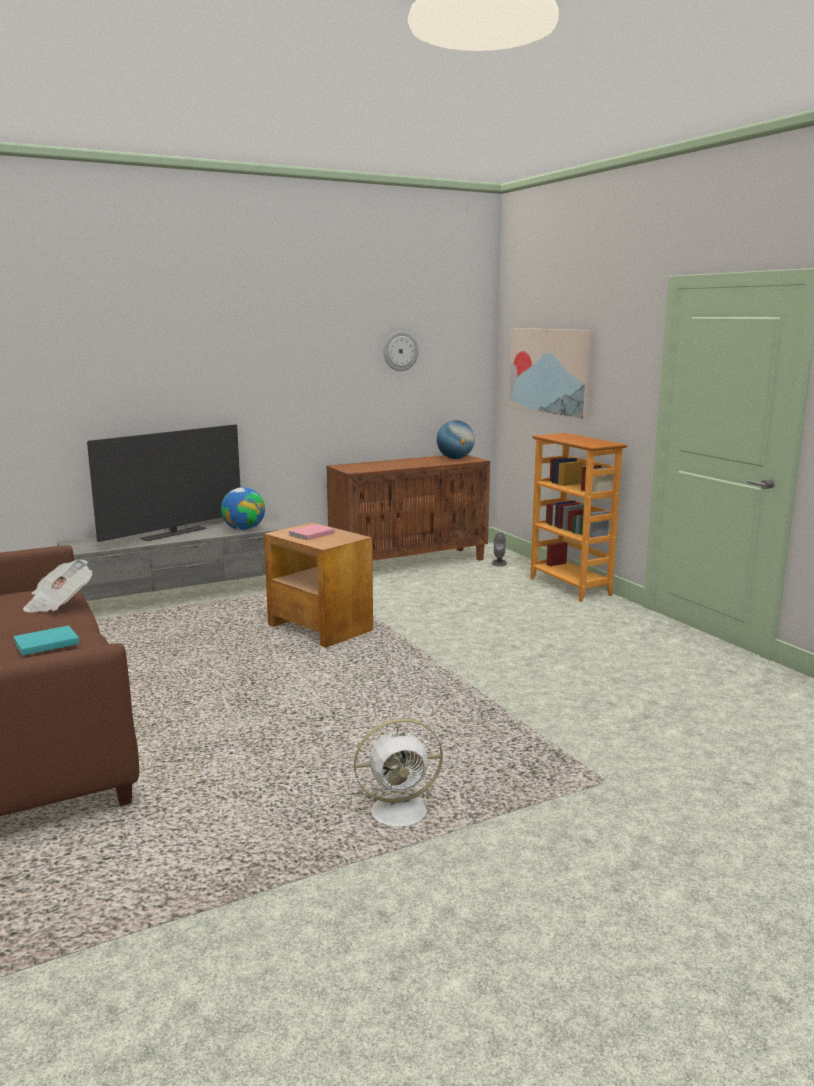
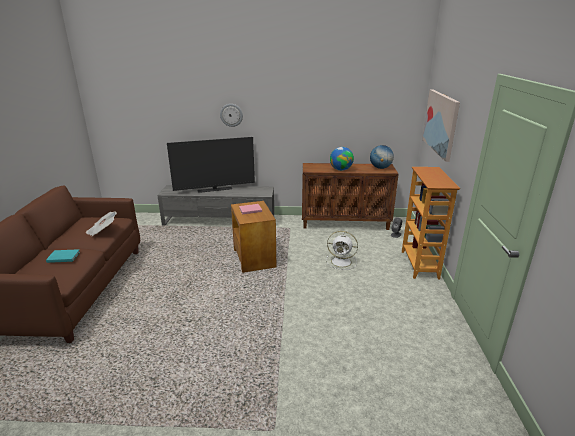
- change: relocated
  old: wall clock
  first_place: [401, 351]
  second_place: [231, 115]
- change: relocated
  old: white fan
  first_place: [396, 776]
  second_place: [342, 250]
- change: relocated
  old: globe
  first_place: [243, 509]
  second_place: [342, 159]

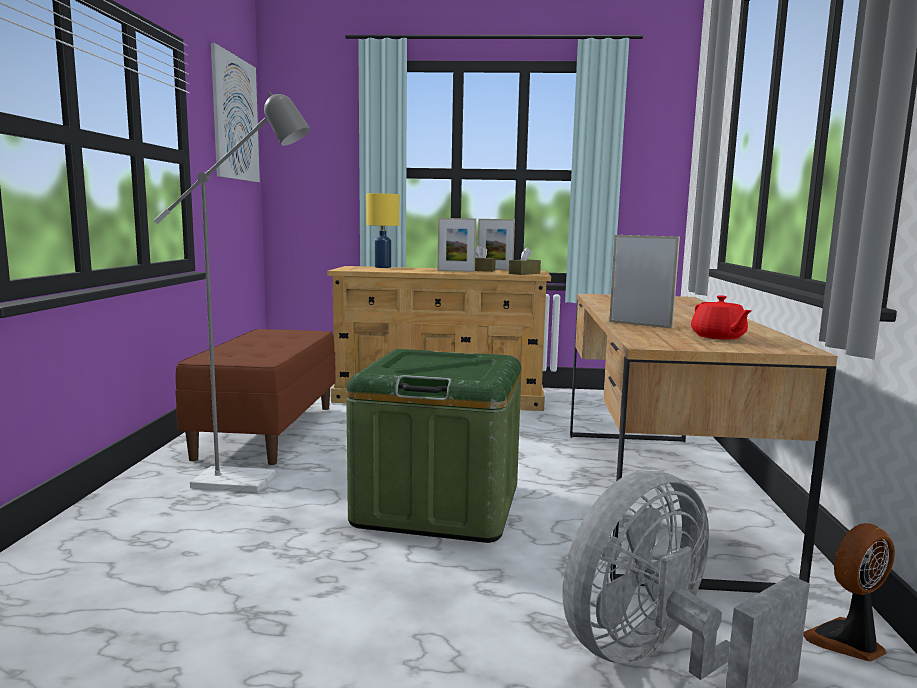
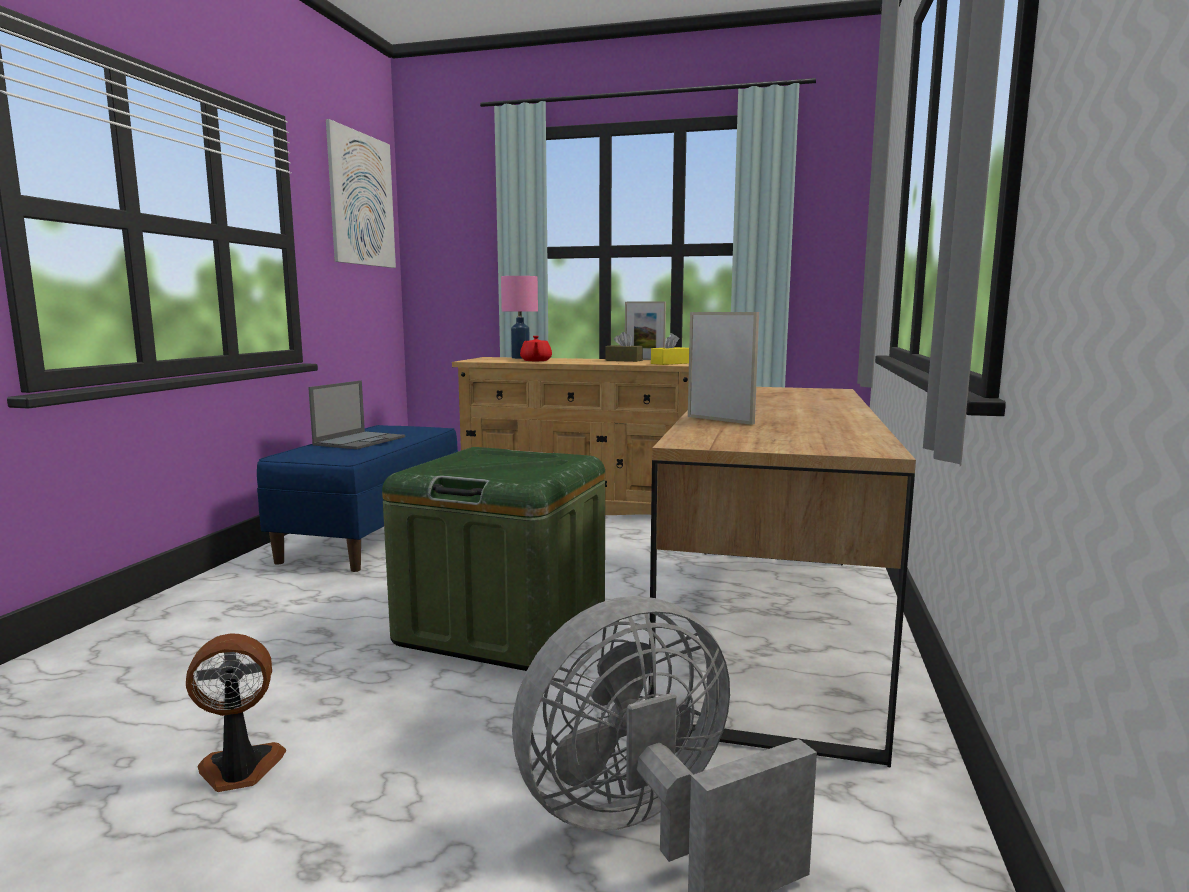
- change: relocated
  old: fan
  first_place: [849, 592]
  second_place: [236, 712]
- change: colour
  old: brown bench
  new: blue bench
  first_place: [255, 397]
  second_place: [357, 498]
- change: appeared
  new: laptop
  second_place: [356, 414]
- change: colour
  old: yellow table lamp
  new: pink table lamp
  first_place: [382, 230]
  second_place: [519, 317]
- change: relocated
  old: red teapot
  first_place: [721, 317]
  second_place: [536, 348]
- change: colour
  old: brown tissue box
  new: yellow tissue box
  first_place: [525, 261]
  second_place: [670, 349]
- change: missing
  old: grey floor lamp
  first_place: [232, 291]
- change: missing
  old: picture frame
  first_place: [456, 245]

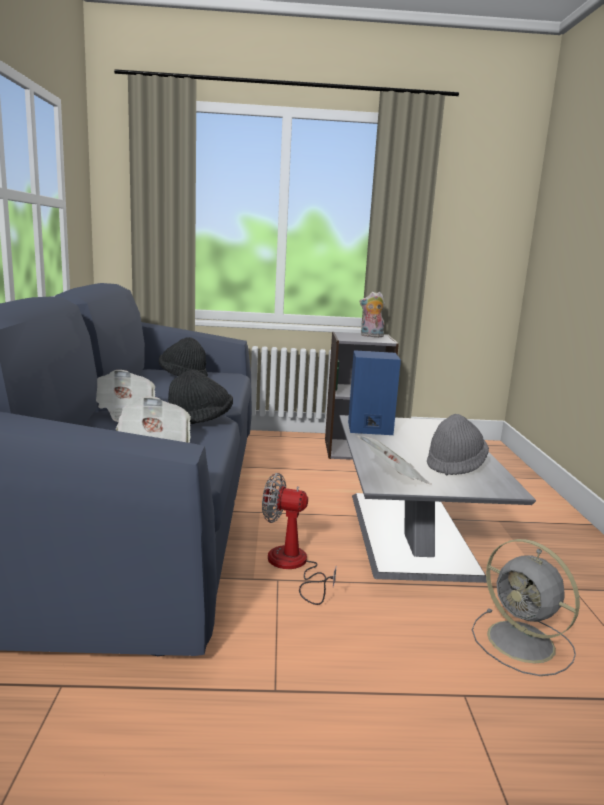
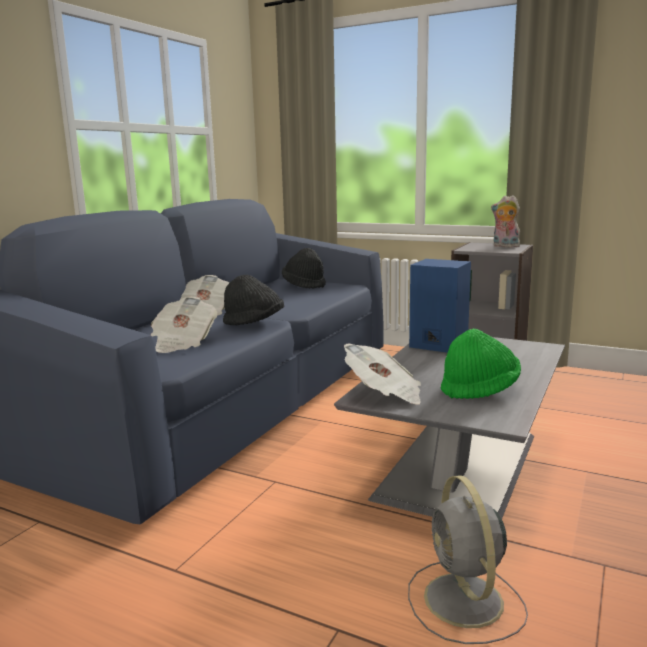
- change: colour
  old: grey hat
  new: green hat
  first_place: [458, 444]
  second_place: [481, 364]
- change: missing
  old: fan
  first_place: [299, 539]

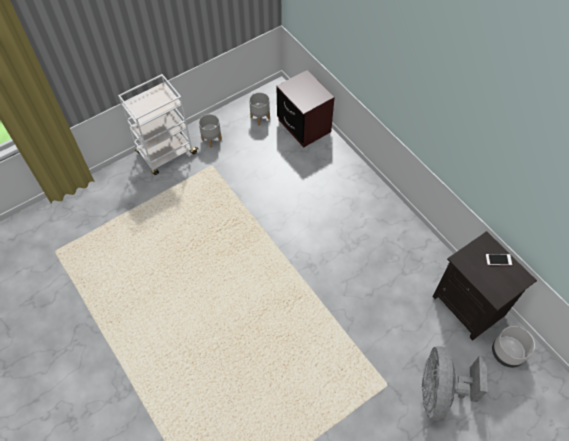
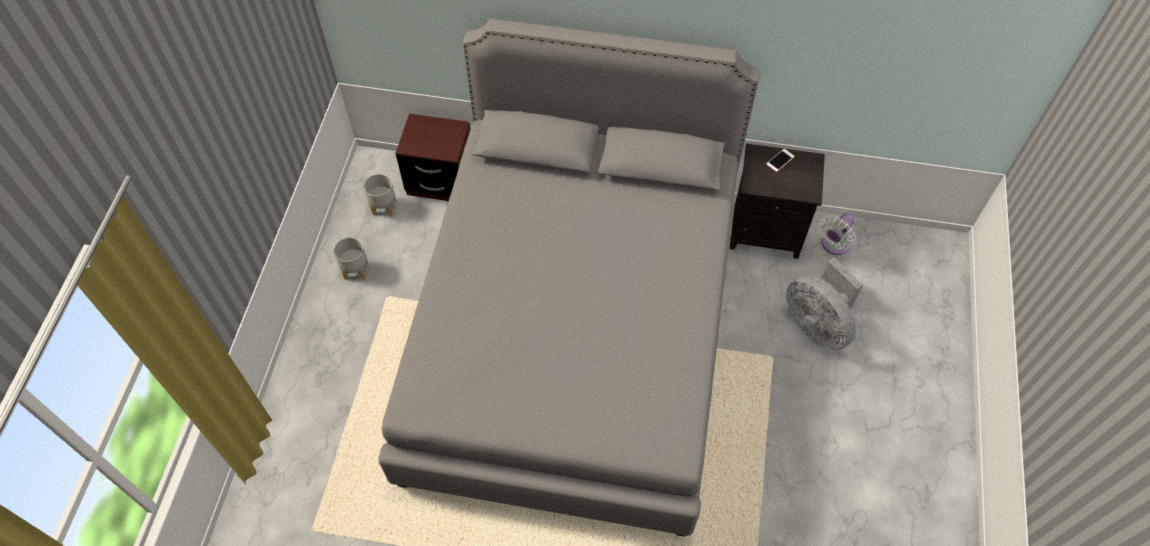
- change: appeared
  new: grey bed
  second_place: [569, 277]
- change: exchanged
  old: grey planter
  new: white fan
  first_place: [513, 347]
  second_place: [837, 234]
- change: missing
  old: white cart
  first_place: [158, 124]

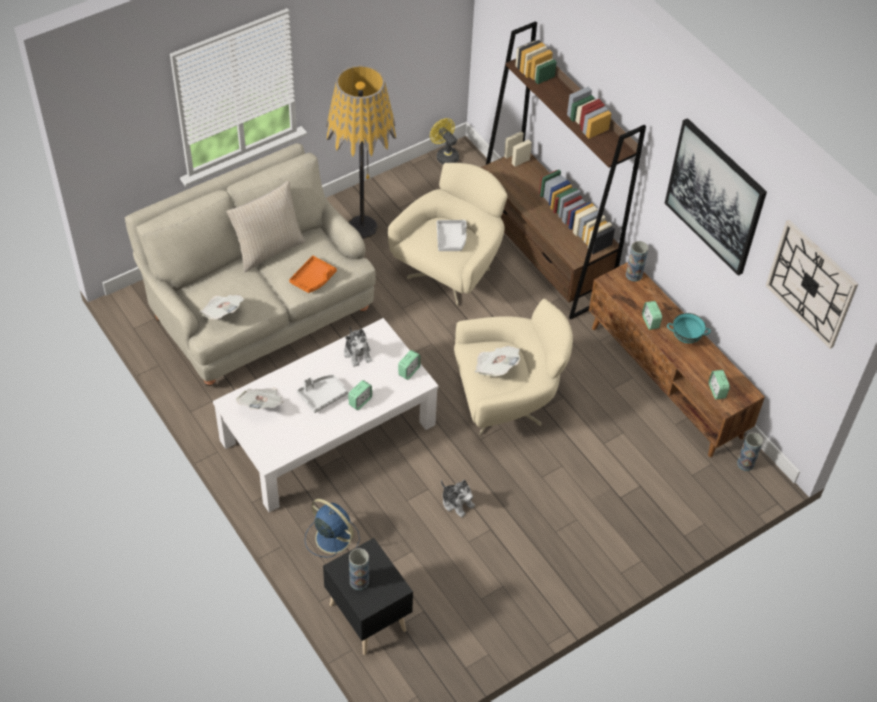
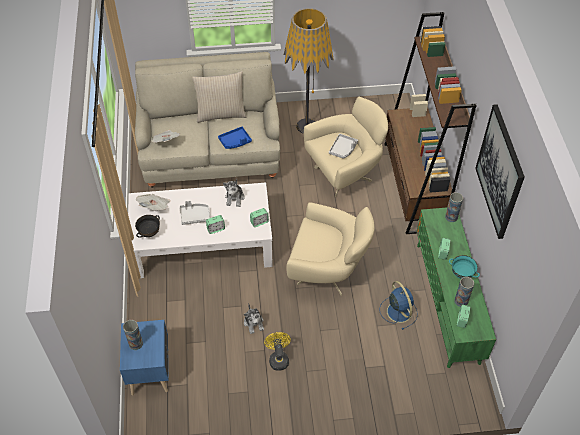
- change: colour
  old: black nightstand
  new: blue nightstand
  first_place: [368, 596]
  second_place: [144, 357]
- change: appeared
  new: black bowl
  second_place: [147, 226]
- change: colour
  old: orange tray
  new: blue tray
  first_place: [313, 274]
  second_place: [235, 138]
- change: relocated
  old: yellow fan
  first_place: [444, 141]
  second_place: [277, 351]
- change: relocated
  old: blue fan
  first_place: [332, 528]
  second_place: [398, 305]
- change: colour
  old: brown tv stand
  new: green tv stand
  first_place: [677, 359]
  second_place: [456, 288]
- change: relocated
  old: vase
  first_place: [750, 451]
  second_place: [464, 292]
- change: missing
  old: newspaper
  first_place: [497, 361]
- change: missing
  old: wall clock
  first_place: [812, 284]

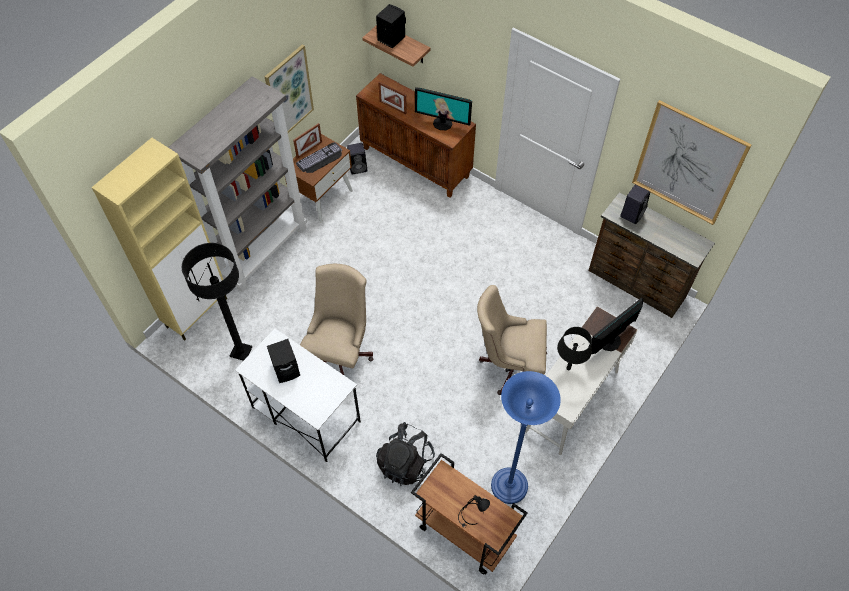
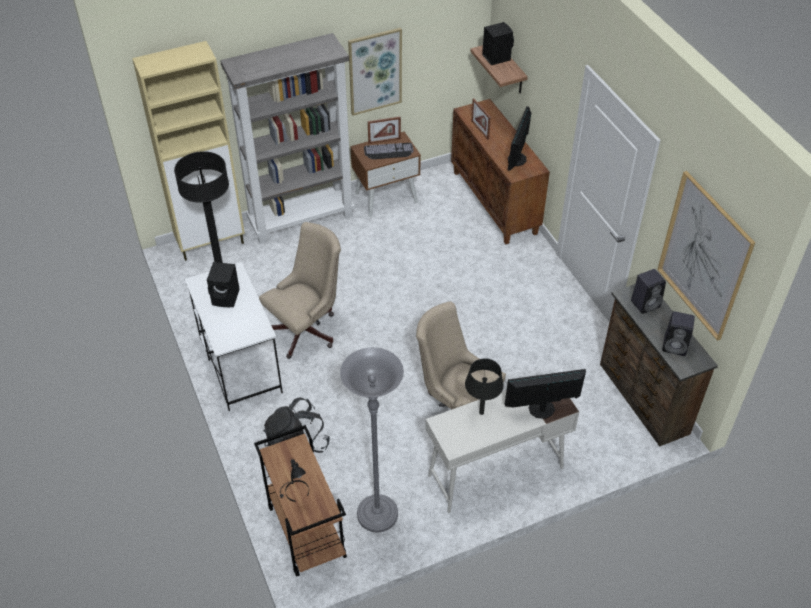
- change: colour
  old: blue floor lamp
  new: grey floor lamp
  first_place: [526, 437]
  second_place: [372, 439]
- change: spun
  old: monitor
  first_place: [443, 108]
  second_place: [519, 138]
  degrees: 60
- change: relocated
  old: black speaker
  first_place: [357, 158]
  second_place: [678, 333]

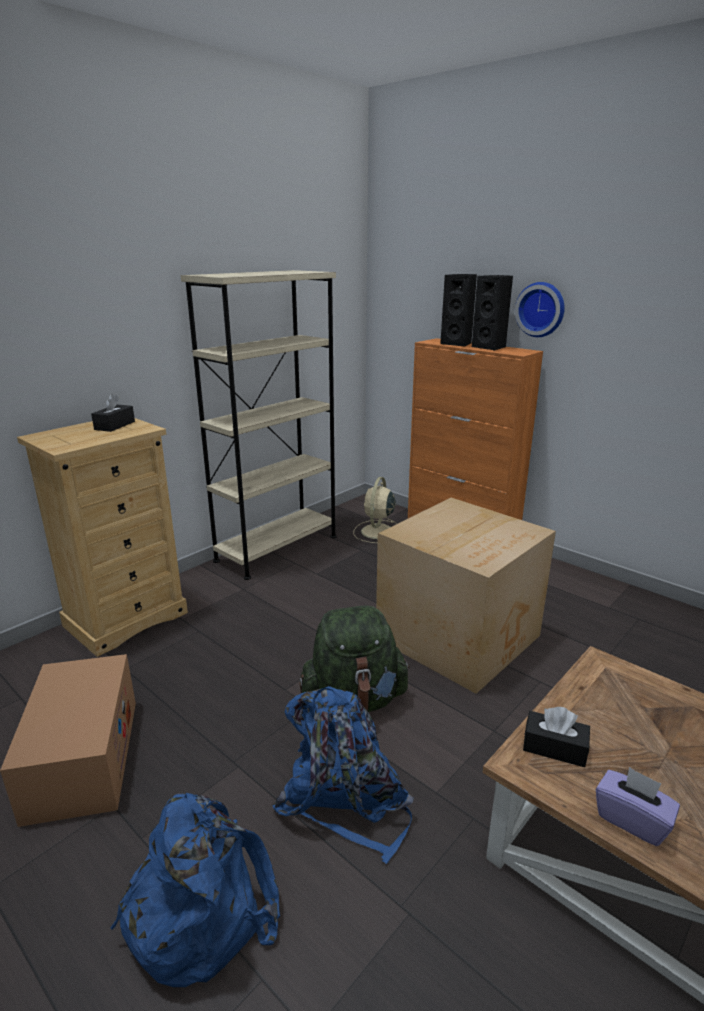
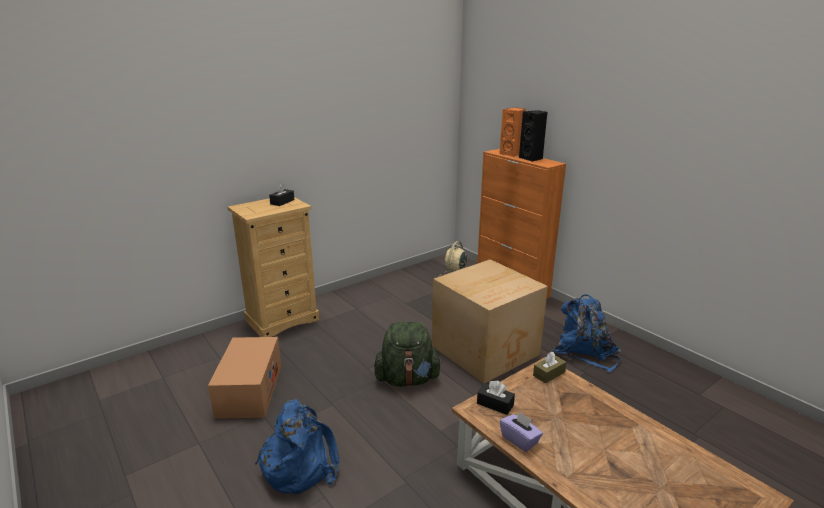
- change: colour
  old: black speaker
  new: orange speaker
  first_place: [458, 310]
  second_place: [512, 132]
- change: appeared
  new: brown tissue box
  second_place: [549, 368]
- change: relocated
  old: blue backpack
  first_place: [343, 775]
  second_place: [587, 333]
- change: missing
  old: beige bookcase
  first_place: [259, 425]
- change: missing
  old: wall clock
  first_place: [540, 309]

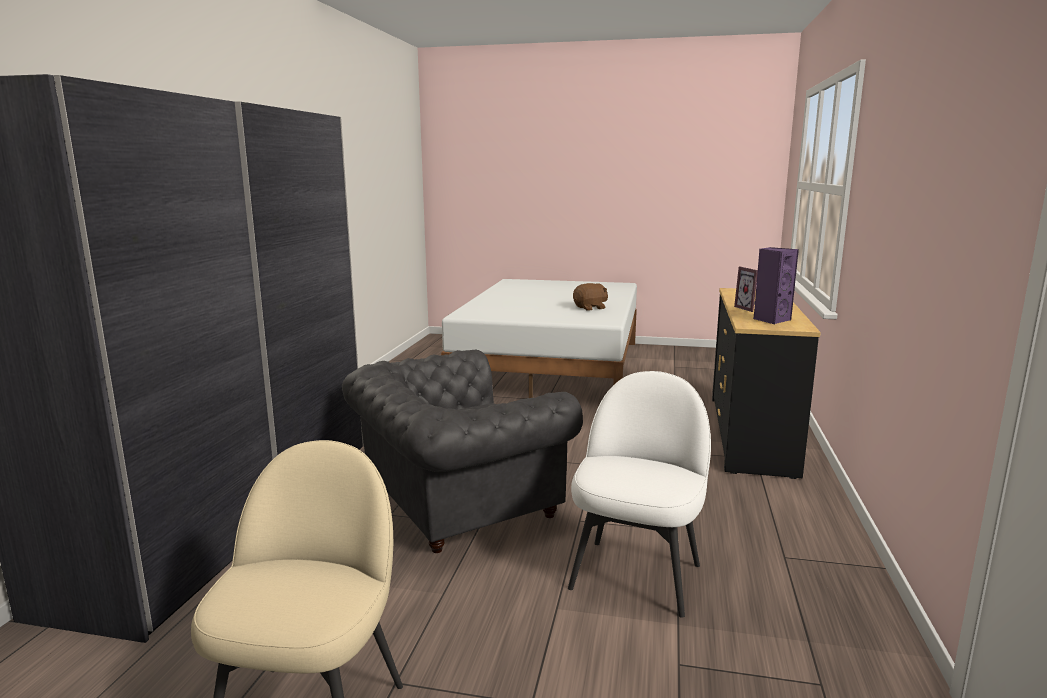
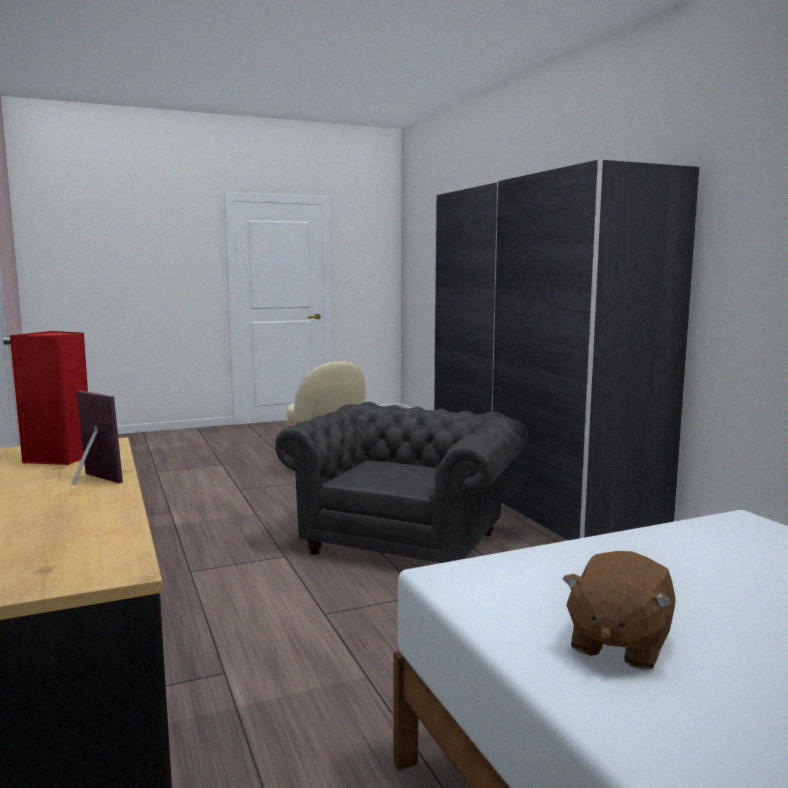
- change: colour
  old: purple speaker
  new: red speaker
  first_place: [776, 285]
  second_place: [49, 398]
- change: missing
  old: white chair
  first_place: [639, 494]

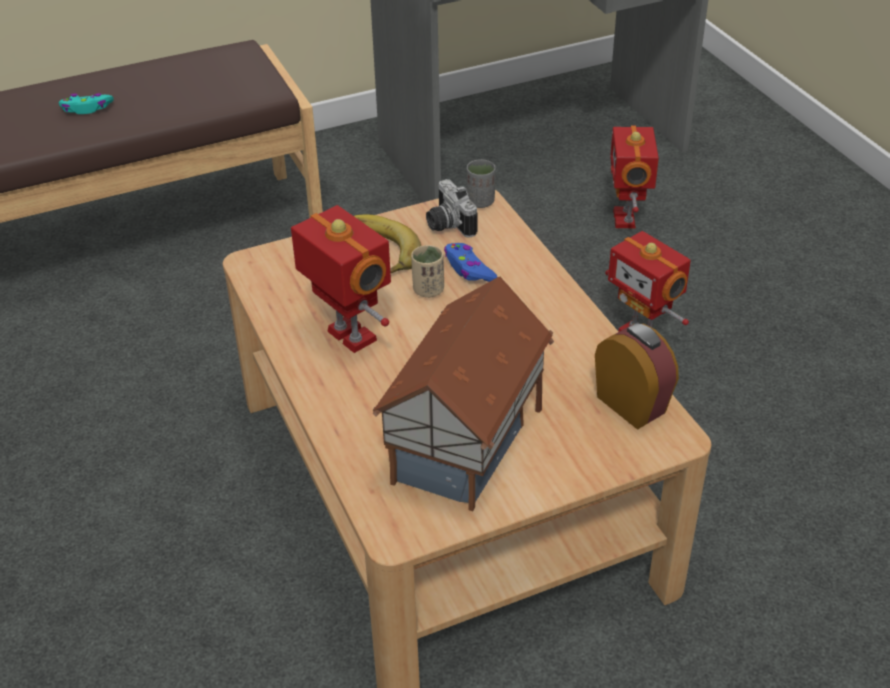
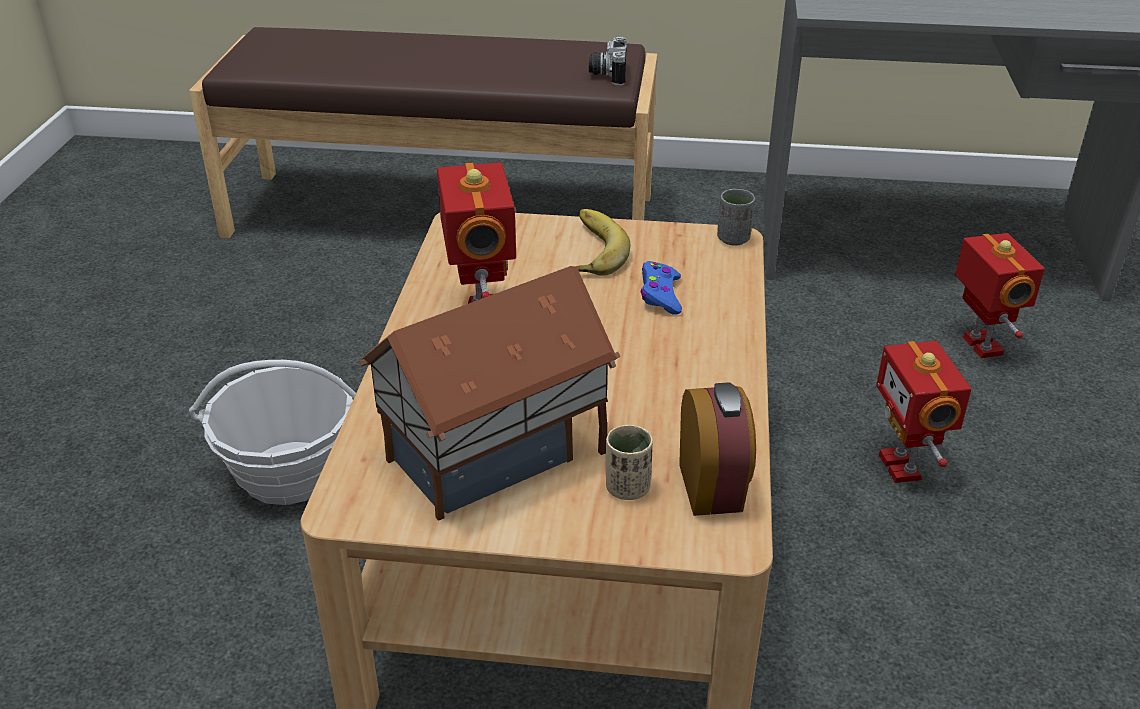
- change: appeared
  new: basket
  second_place: [272, 432]
- change: relocated
  old: photo camera
  first_place: [451, 208]
  second_place: [608, 61]
- change: relocated
  old: beige cup
  first_place: [427, 271]
  second_place: [629, 462]
- change: spun
  old: toy robot
  first_place: [634, 177]
  second_place: [1000, 295]
  degrees: 135
- change: missing
  old: turquoise game controller
  first_place: [86, 103]

